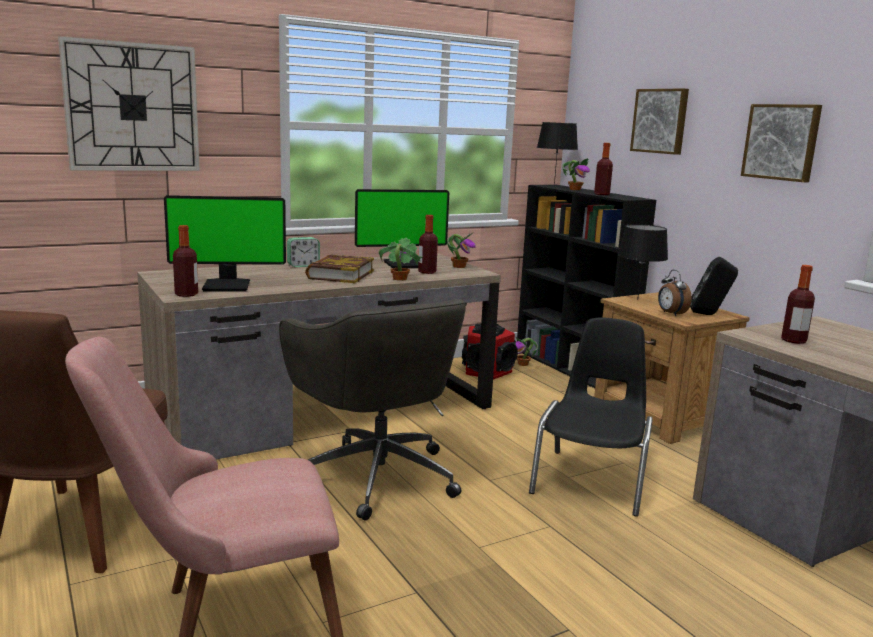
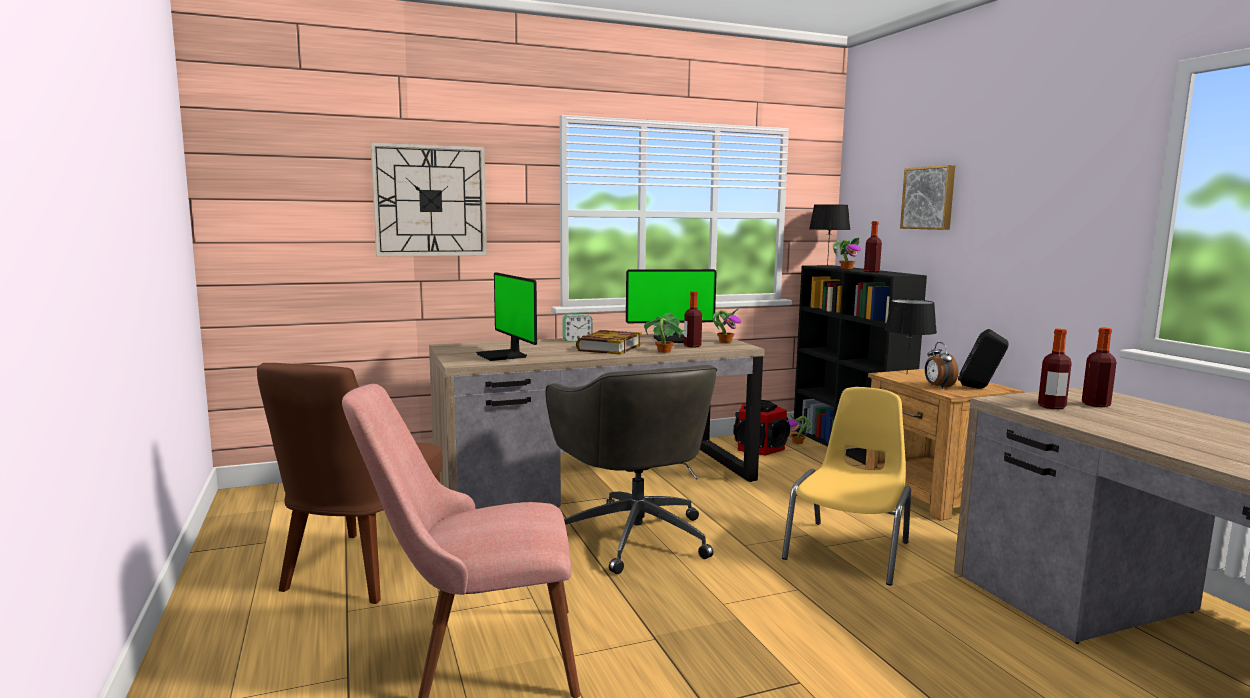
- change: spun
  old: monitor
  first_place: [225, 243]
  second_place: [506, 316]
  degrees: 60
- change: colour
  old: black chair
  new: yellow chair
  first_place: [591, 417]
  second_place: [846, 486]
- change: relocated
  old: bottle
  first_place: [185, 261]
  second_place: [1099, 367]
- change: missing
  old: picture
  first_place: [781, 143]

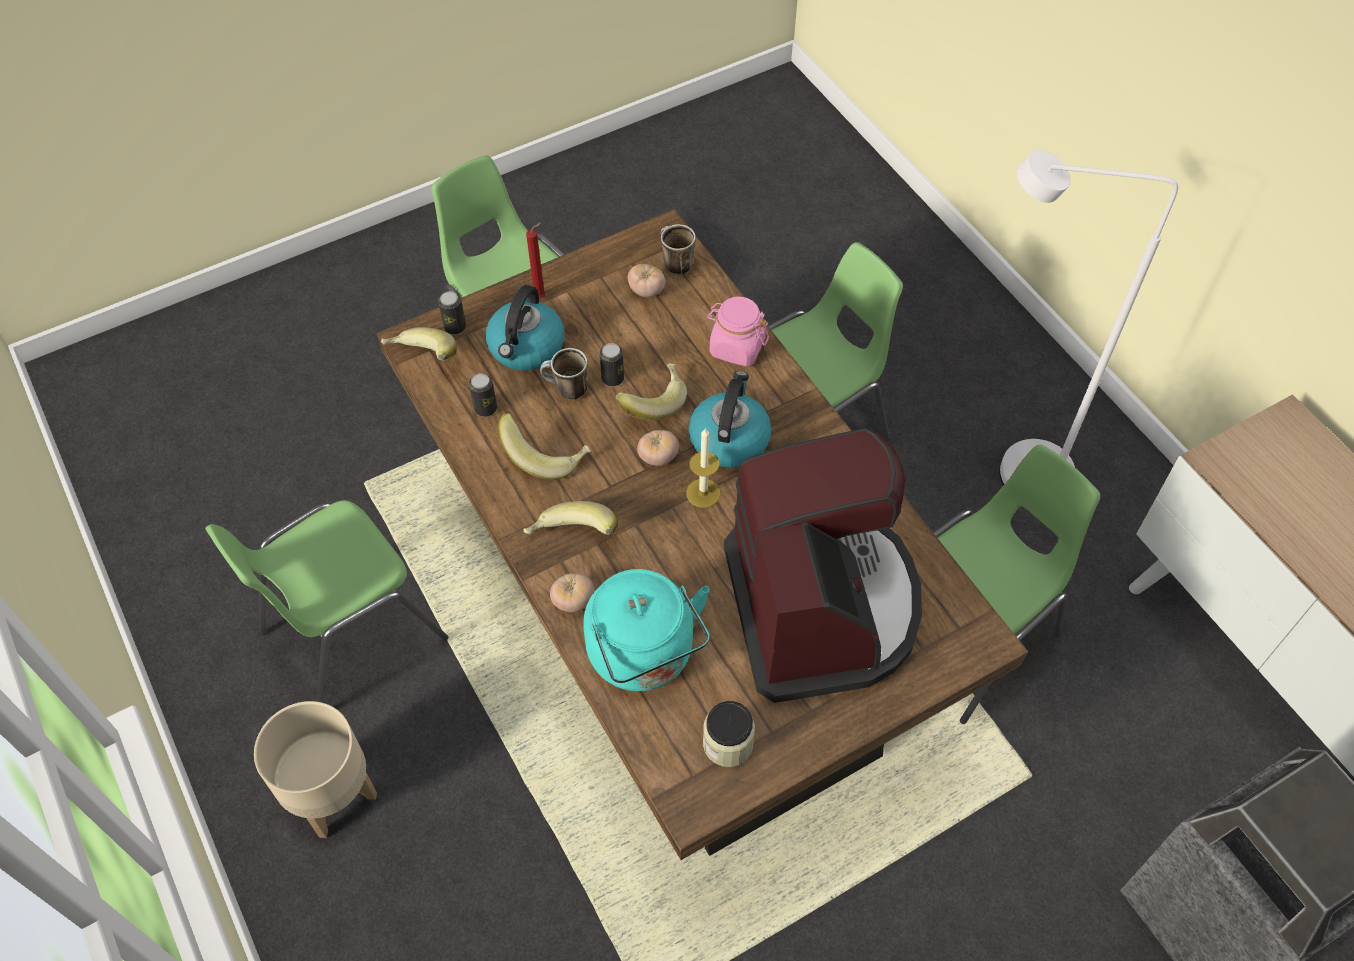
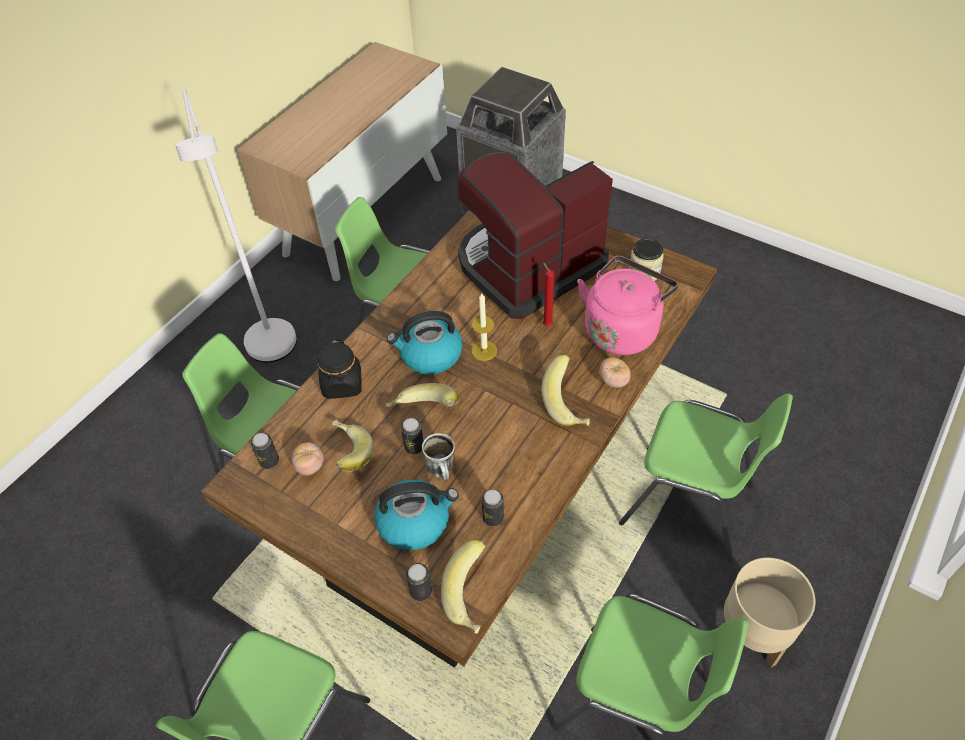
- change: exchanged
  old: mug
  new: can
  first_place: [678, 249]
  second_place: [265, 451]
- change: colour
  old: pink jar
  new: black jar
  first_place: [738, 332]
  second_place: [339, 369]
- change: relocated
  old: banana
  first_place: [544, 446]
  second_place: [353, 445]
- change: relocated
  old: red candle
  first_place: [536, 261]
  second_place: [548, 294]
- change: colour
  old: turquoise kettle
  new: pink kettle
  first_place: [646, 630]
  second_place: [627, 305]
- change: appeared
  new: green chair
  second_place: [706, 477]
- change: missing
  old: tomato
  first_place: [658, 448]

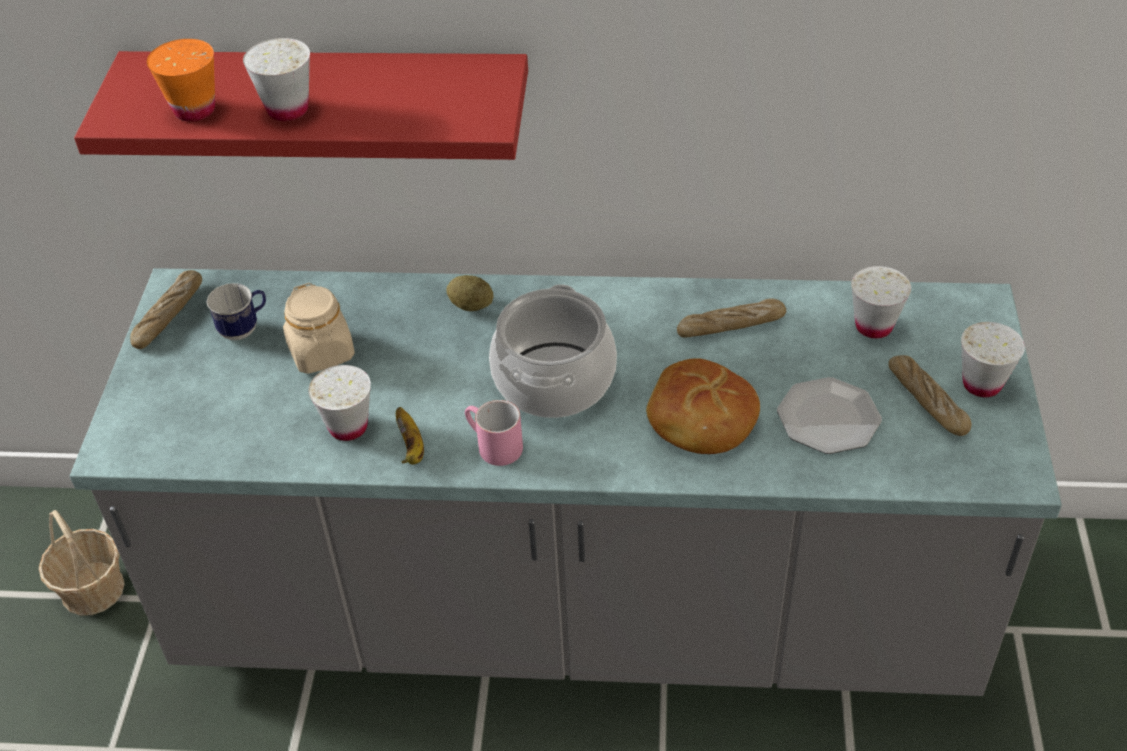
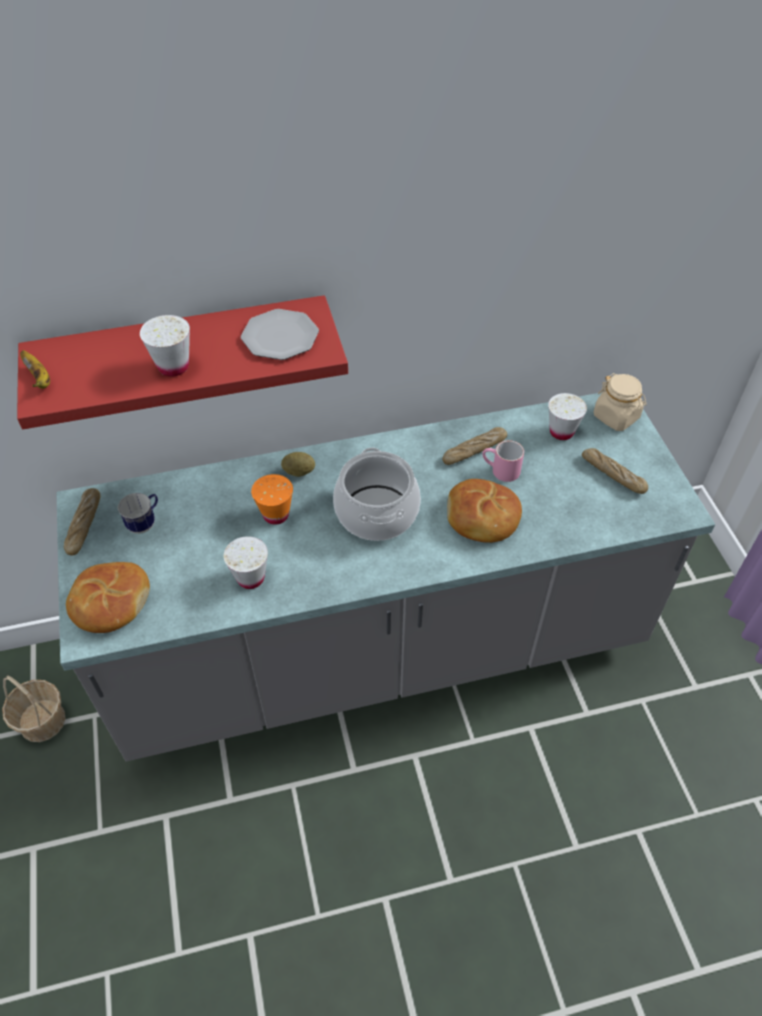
- change: relocated
  old: banana
  first_place: [410, 436]
  second_place: [35, 369]
- change: appeared
  new: bread
  second_place: [108, 597]
- change: relocated
  old: plate
  first_place: [829, 415]
  second_place: [280, 334]
- change: relocated
  old: orange cup
  first_place: [181, 80]
  second_place: [272, 499]
- change: relocated
  old: pink mug
  first_place: [494, 433]
  second_place: [503, 461]
- change: relocated
  old: beige jar
  first_place: [319, 328]
  second_place: [620, 402]
- change: missing
  old: white cup
  first_place: [993, 359]

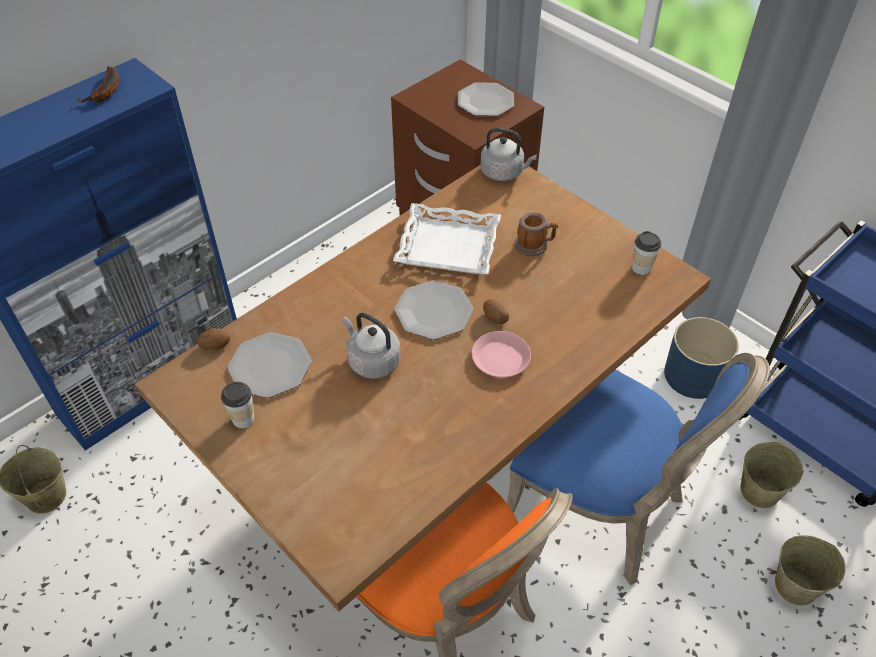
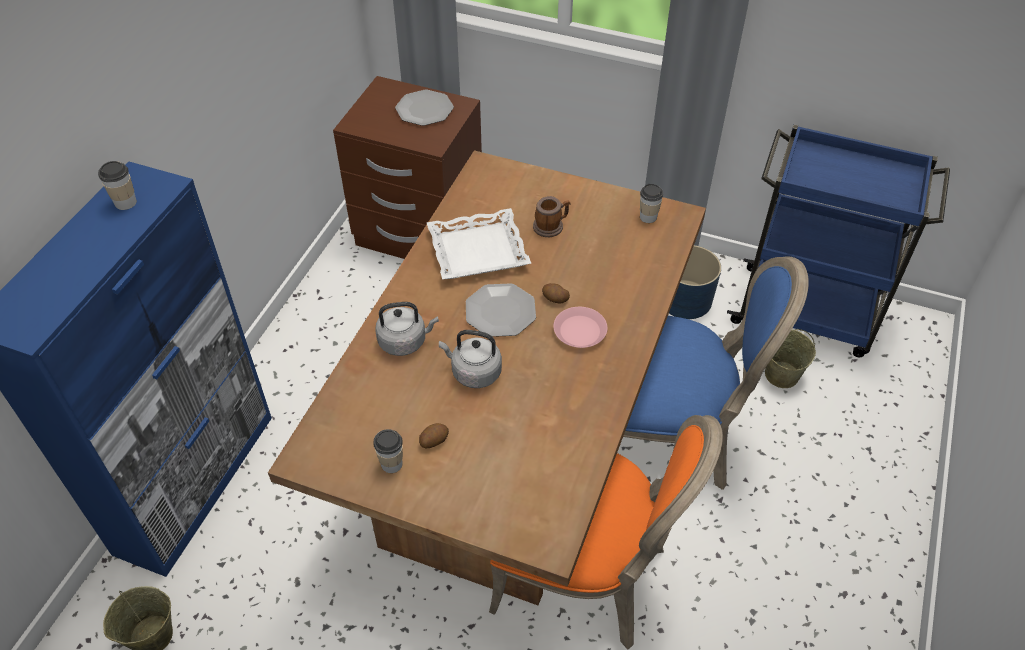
- change: exchanged
  old: banana
  new: cup
  first_place: [98, 84]
  second_place: [117, 185]
- change: relocated
  old: grey kettle
  first_place: [508, 154]
  second_place: [407, 329]
- change: relocated
  old: potato
  first_place: [214, 339]
  second_place: [434, 436]
- change: missing
  old: plate
  first_place: [269, 365]
- change: missing
  old: beige bucket
  first_place: [810, 570]

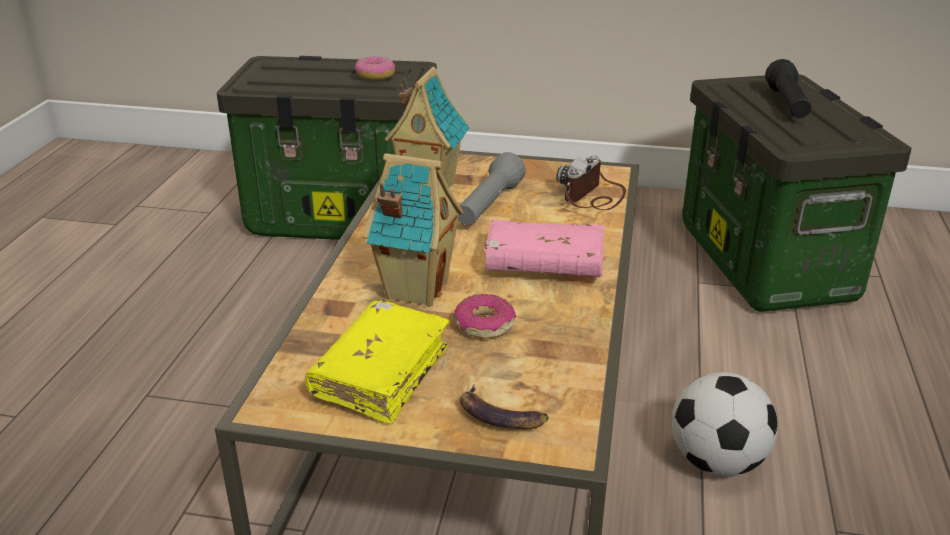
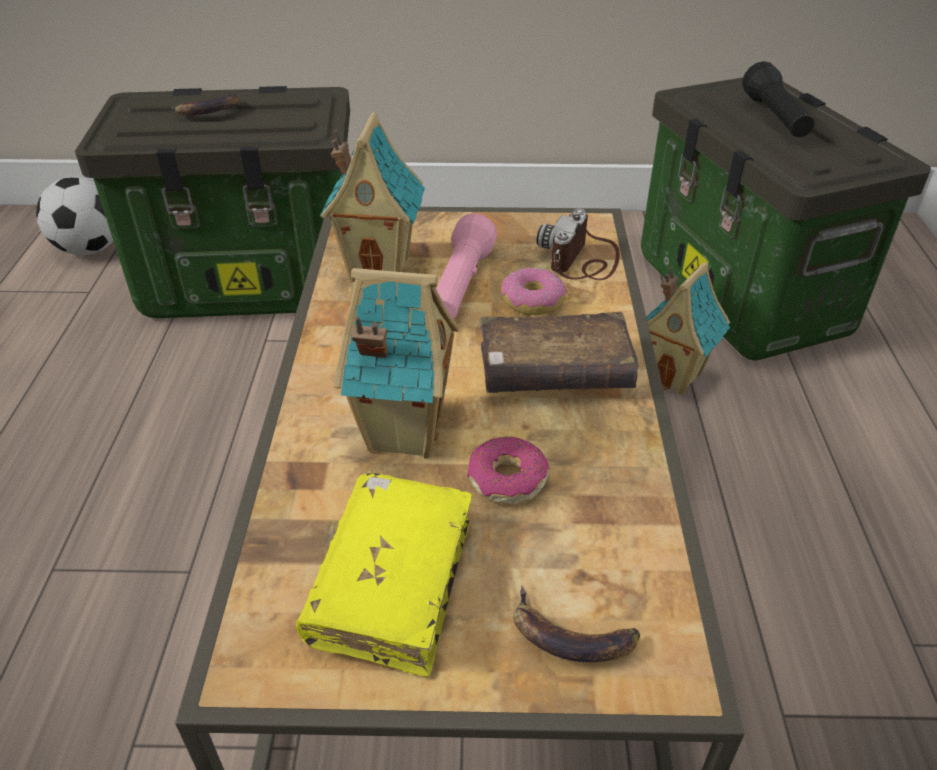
- change: relocated
  old: football
  first_place: [725, 424]
  second_place: [74, 216]
- change: appeared
  new: banana
  second_place: [205, 104]
- change: colour
  old: grey flashlight
  new: pink flashlight
  first_place: [492, 188]
  second_place: [466, 266]
- change: colour
  old: pink book
  new: brown book
  first_place: [544, 248]
  second_place: [559, 352]
- change: relocated
  old: donut
  first_place: [374, 68]
  second_place: [534, 291]
- change: appeared
  new: toy house
  second_place: [688, 328]

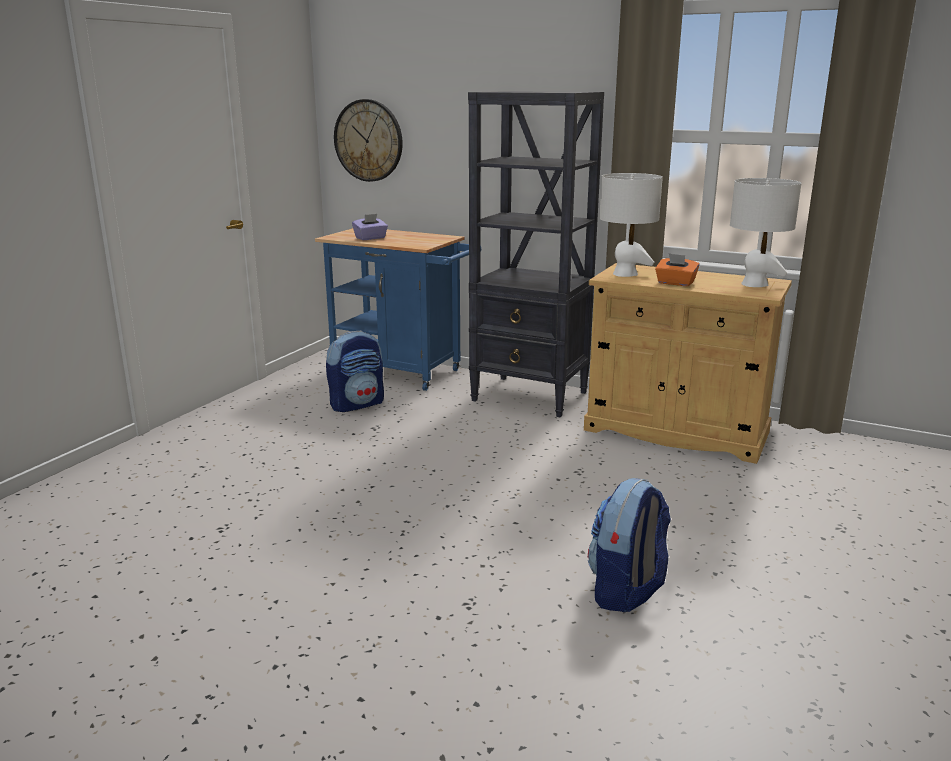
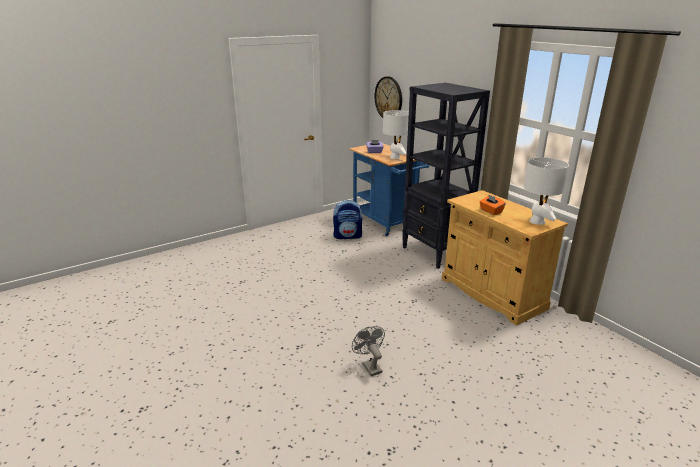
- change: exchanged
  old: backpack
  new: grey fan
  first_place: [629, 545]
  second_place: [368, 351]
- change: relocated
  old: white table lamp
  first_place: [631, 225]
  second_place: [396, 134]

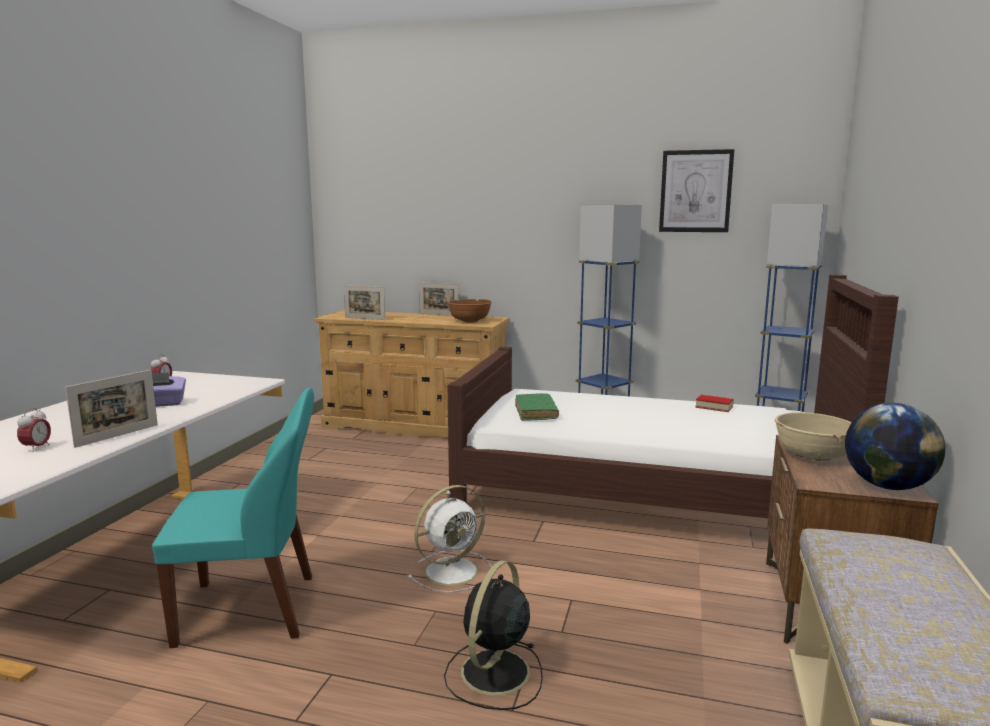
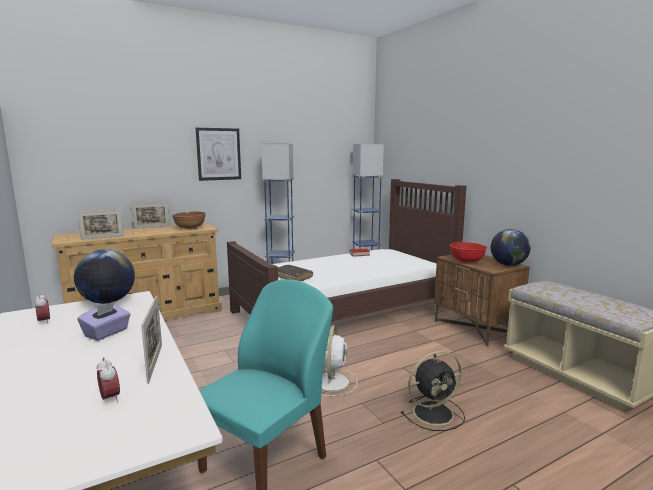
- change: appeared
  new: globe
  second_place: [104, 276]
- change: relocated
  old: picture
  first_place: [696, 190]
  second_place: [218, 154]
- change: colour
  old: green book
  new: brown book
  first_place: [537, 407]
  second_place: [295, 273]
- change: spun
  old: black fan
  first_place: [493, 635]
  second_place: [432, 391]
  degrees: -90
- change: colour
  old: beige bowl
  new: red bowl
  first_place: [813, 436]
  second_place: [468, 252]

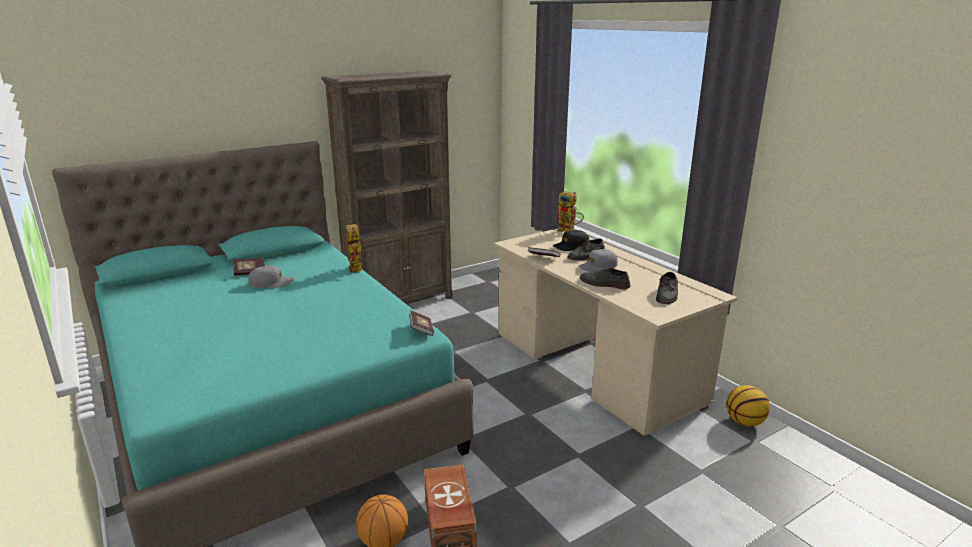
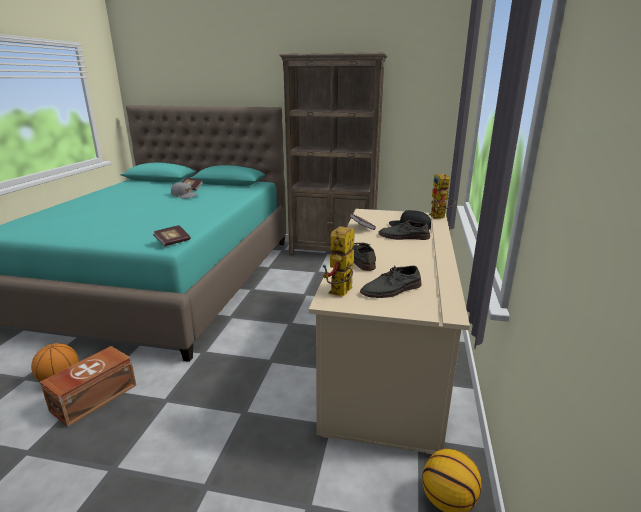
- change: relocated
  old: toy robot
  first_place: [357, 248]
  second_place: [339, 261]
- change: missing
  old: grey cap
  first_place: [598, 260]

